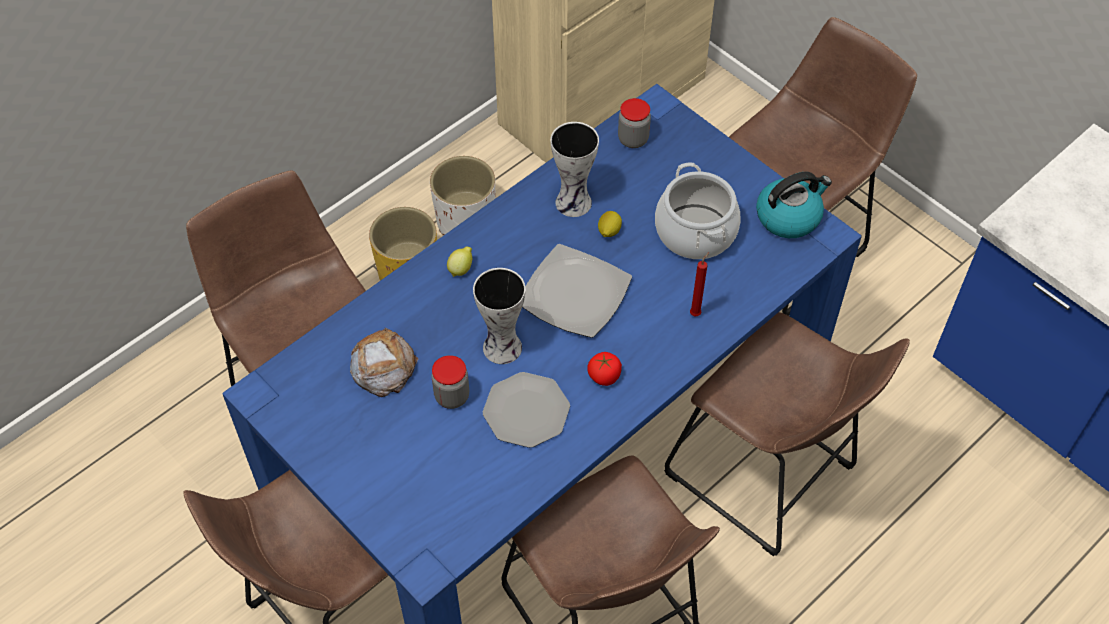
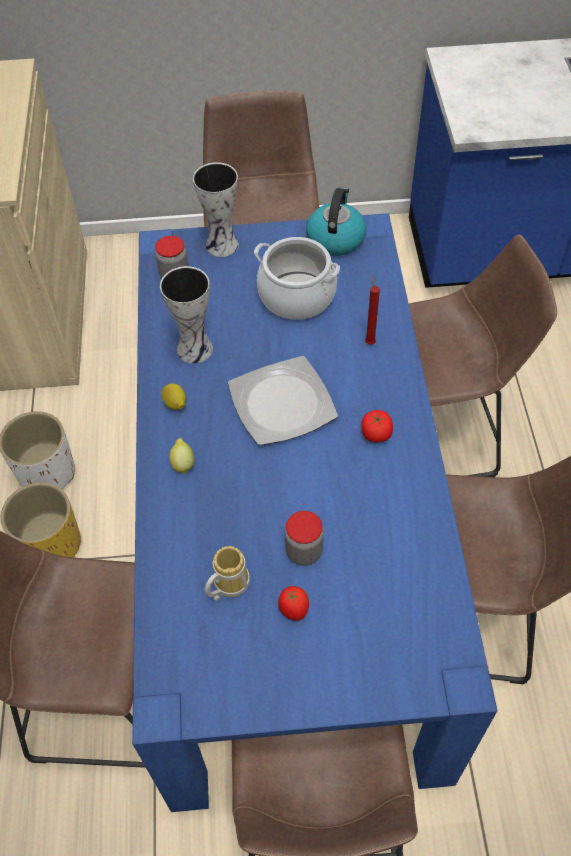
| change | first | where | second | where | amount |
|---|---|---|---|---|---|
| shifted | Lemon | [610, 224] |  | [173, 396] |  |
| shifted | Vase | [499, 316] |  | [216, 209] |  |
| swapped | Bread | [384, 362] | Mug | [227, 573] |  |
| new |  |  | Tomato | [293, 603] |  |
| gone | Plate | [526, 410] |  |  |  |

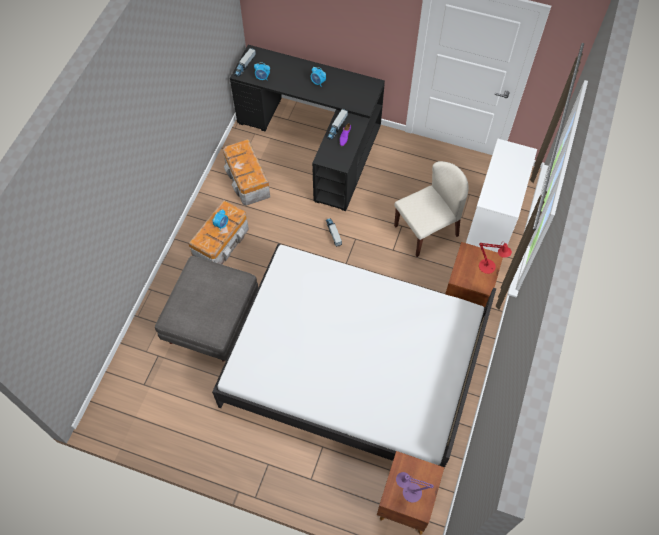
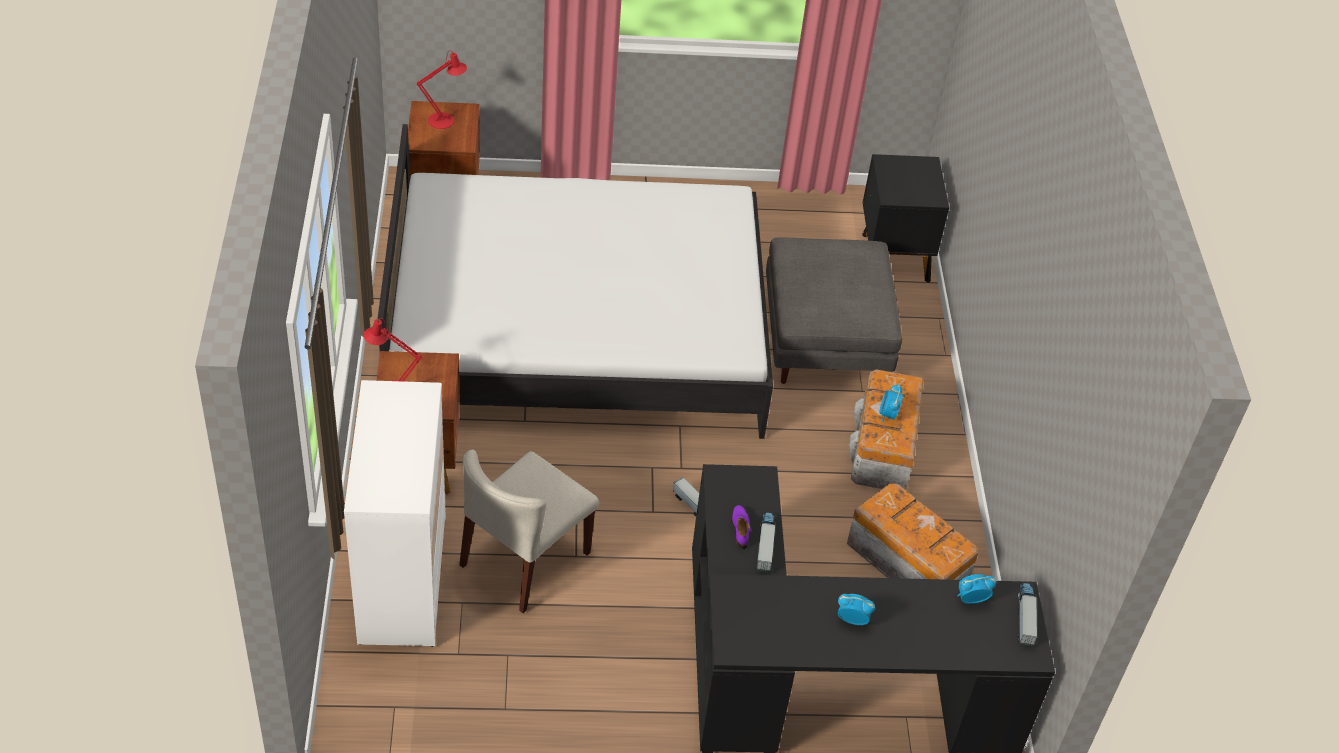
| change | first | where | second | where | amount |
|---|---|---|---|---|---|
| repainted | PurpleTableLamp | [415, 487] | RedTableLamp | [442, 90] |  |
| new |  |  | BlackNightstand | [905, 218] |  |

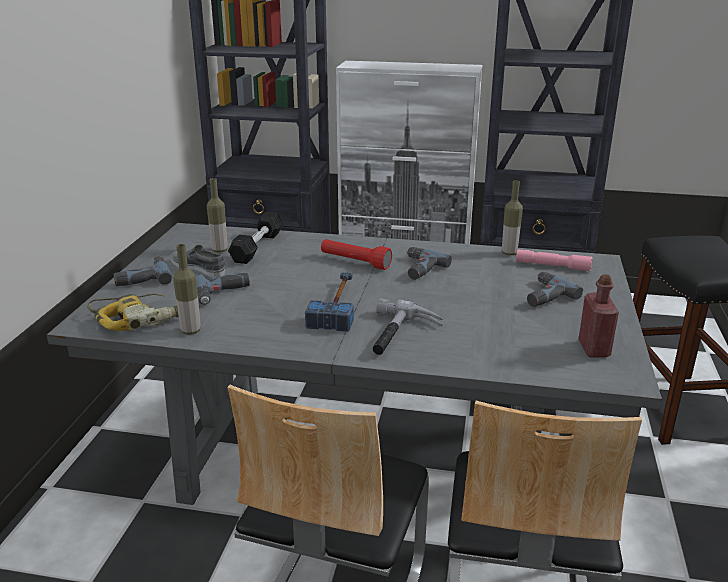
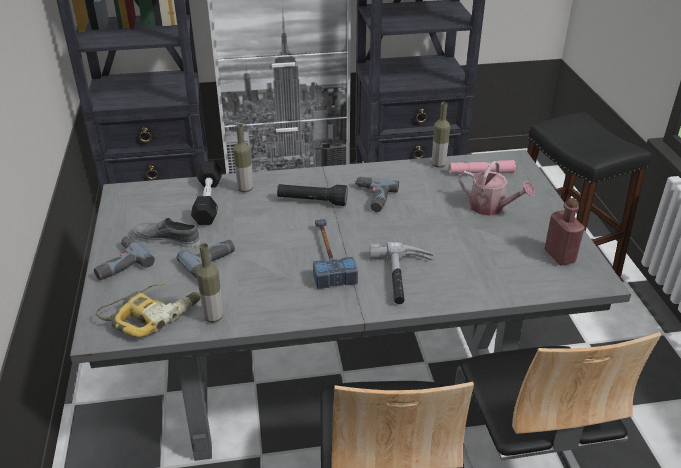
| change | first | where | second | where | amount |
|---|---|---|---|---|---|
| shifted | Bottle | [217, 215] |  | [243, 158] |  |
| repainted | RedFlashlight | [356, 254] | BlackFlashlight | [312, 195] |  |
| swapped | PowerDrill | [555, 289] | WateringCan | [497, 188] |  |

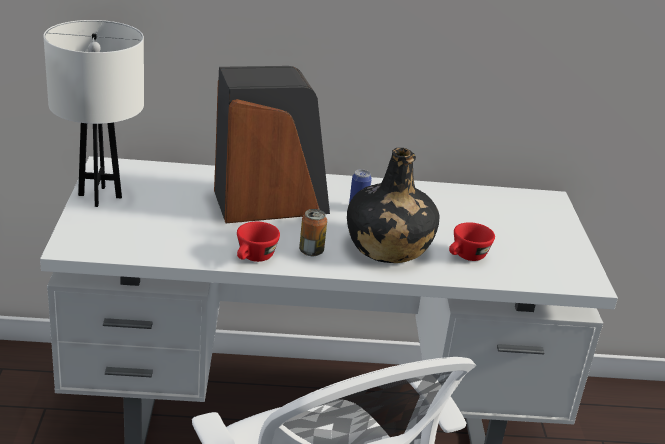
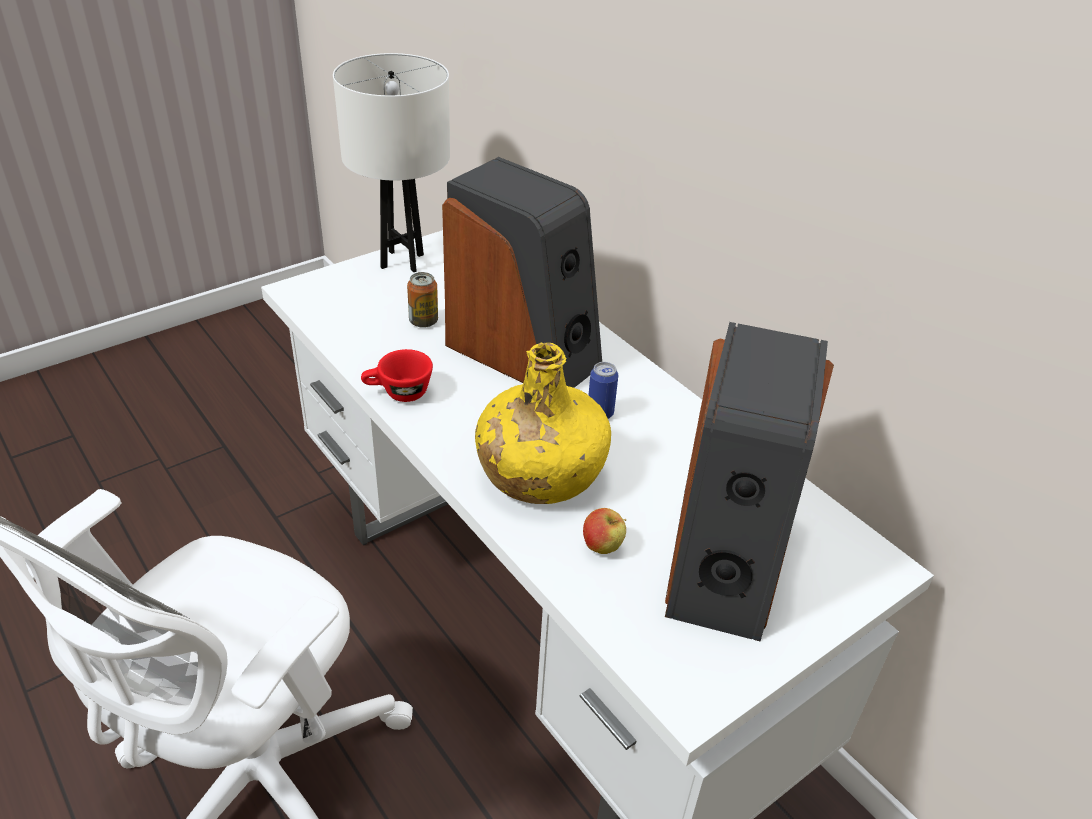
| change | first | where | second | where | amount |
|---|---|---|---|---|---|
| shifted | Can | [313, 232] |  | [422, 300] |  |
| repainted | BlackBottle | [393, 205] | YellowBottle | [543, 423] |  |
| swapped | RedCup | [472, 241] | Apple | [604, 531] |  |
| new |  |  | Speaker | [749, 481] |  |

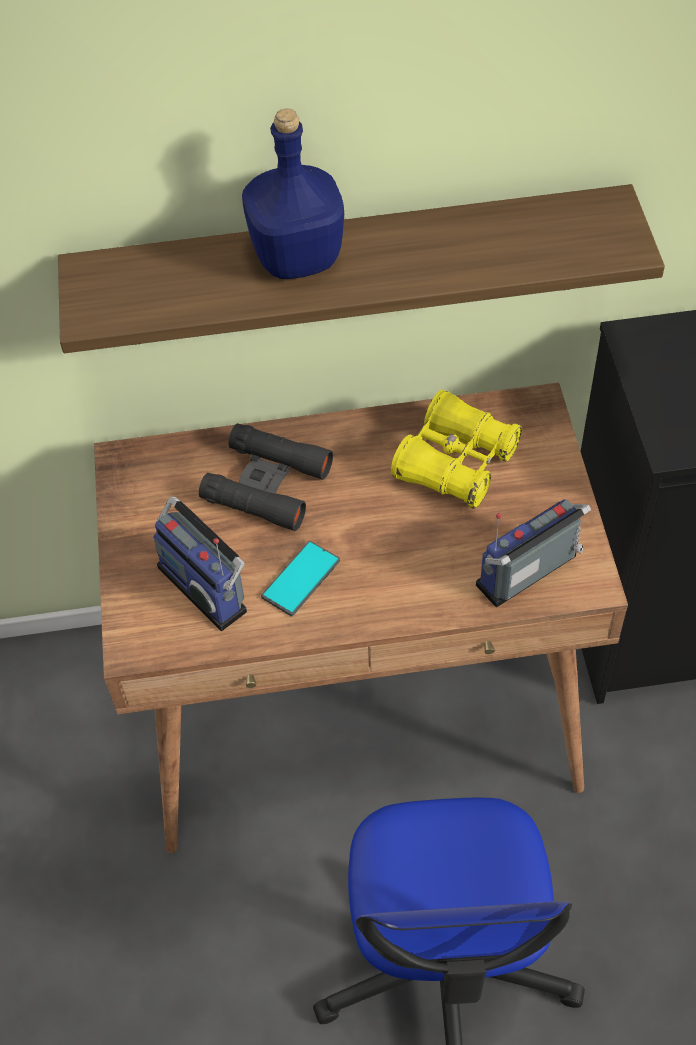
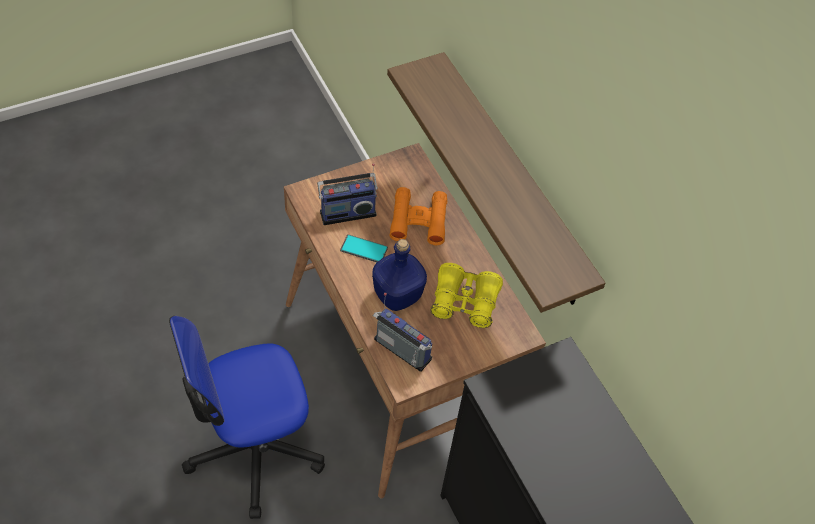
| change | first | where | second | where | amount |
|---|---|---|---|---|---|
| rotated | Radio | [200, 564] |  | [347, 194] | 135 degrees counterclockwise |
| shifted | BlueBottle | [293, 194] |  | [399, 275] |  |
| repainted | BlackBinoculars | [266, 477] | OrangeBinoculars | [418, 216] |  |

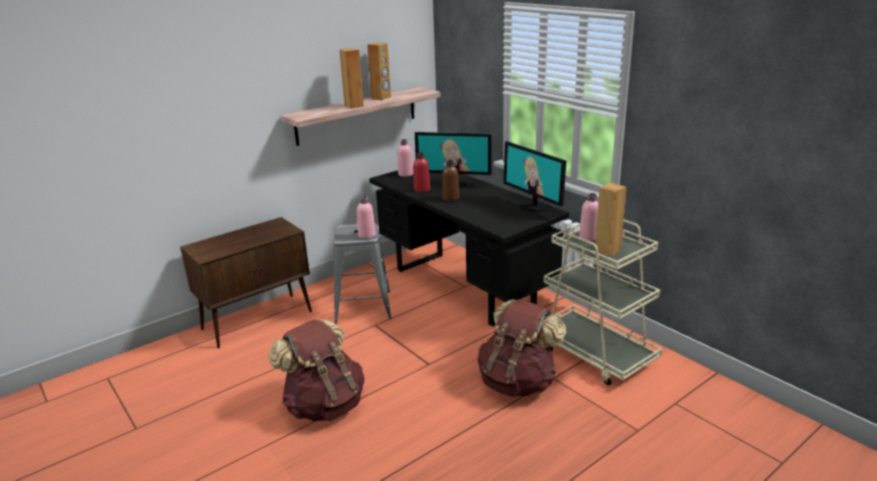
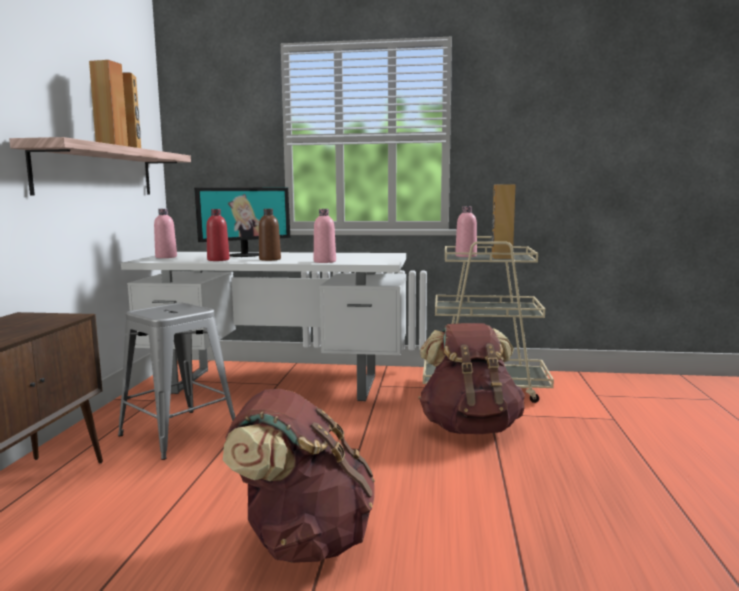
| change | first | where | second | where | amount |
|---|---|---|---|---|---|
| repainted | BlackDesk | [469, 246] | WhiteDesk | [263, 326] |  |
| shifted | PinkBottle | [366, 217] |  | [325, 236] |  |
| gone | Monitor | [535, 176] |  |  |  |

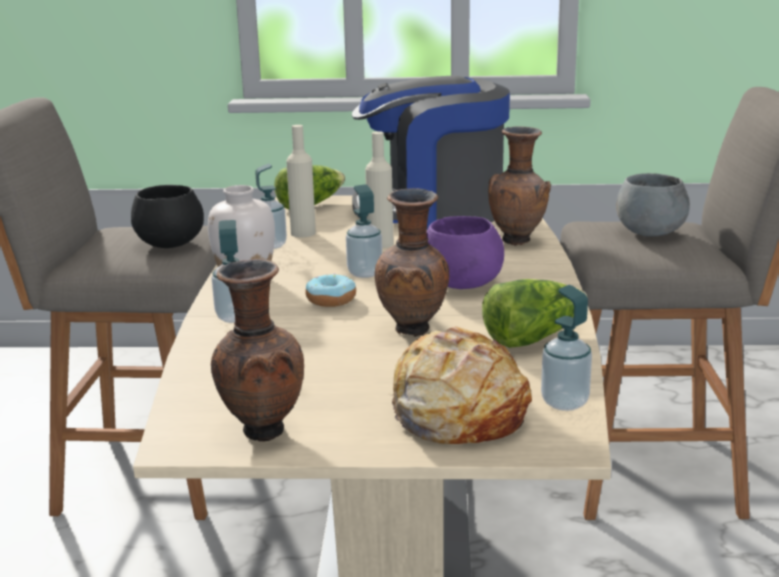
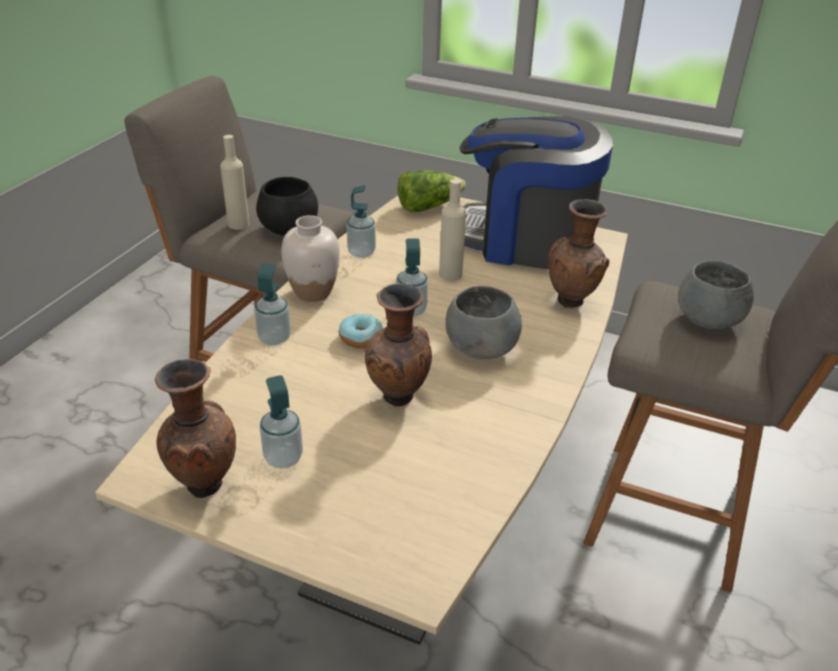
| change | first | where | second | where | amount |
|---|---|---|---|---|---|
| shifted | BeigeBottle | [301, 181] |  | [234, 182] |  |
| shifted | SoapDispenser | [566, 348] |  | [281, 422] |  |
| repainted | PurpleBowl | [465, 252] | GreyBowl | [484, 322] |  |
| gone | Bread | [460, 385] |  |  |  |
| gone | Lettuce | [535, 313] |  |  |  |

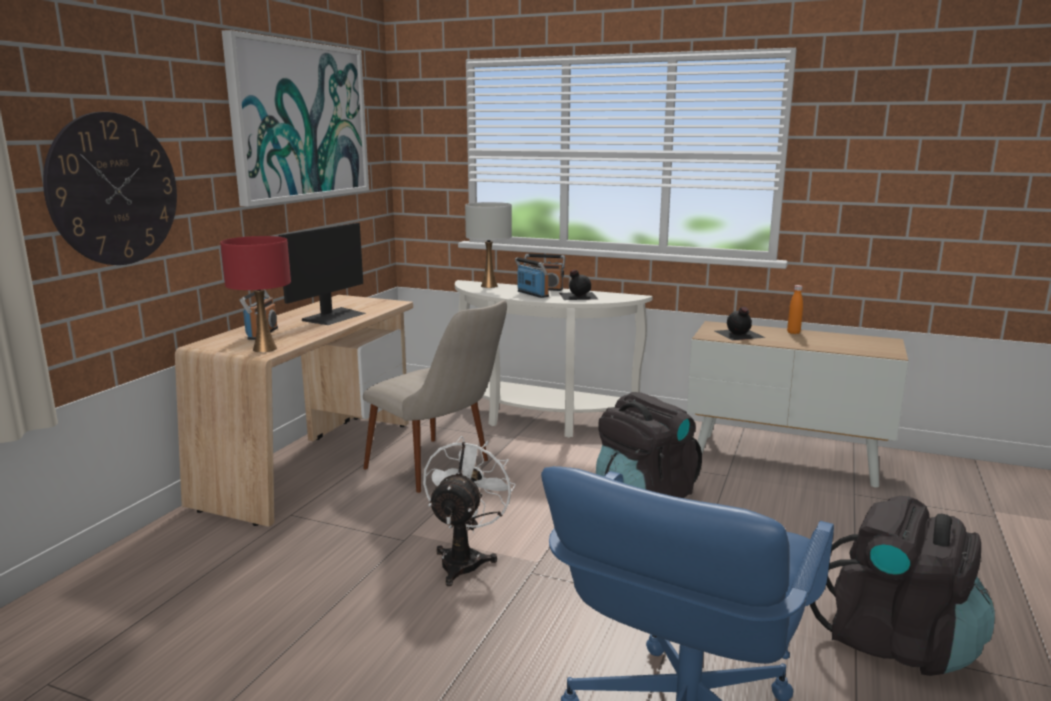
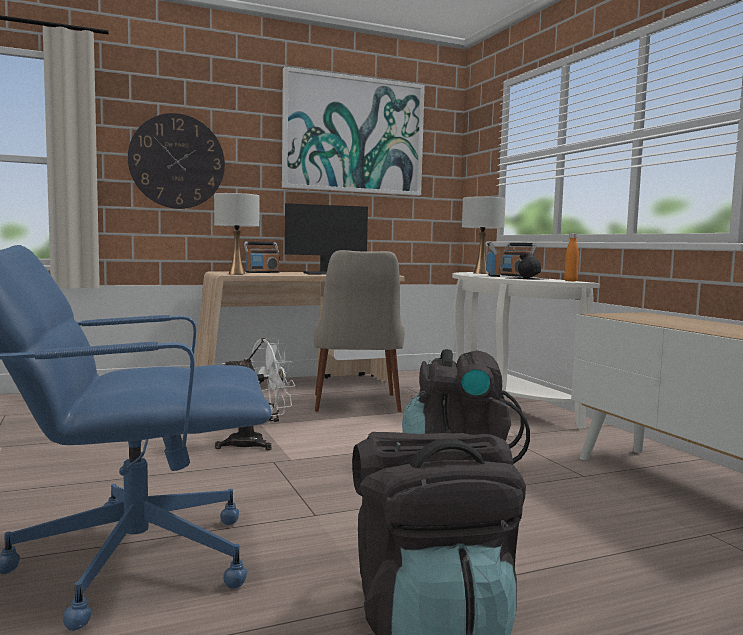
| change | first | where | second | where | amount |
|---|---|---|---|---|---|
| repainted | RedTableLamp | [255, 294] | WhiteTableLamp | [236, 233] |  |
| shifted | OrangeBottle | [795, 309] |  | [571, 257] |  |
| gone | BlackBottle | [740, 323] |  |  |  |

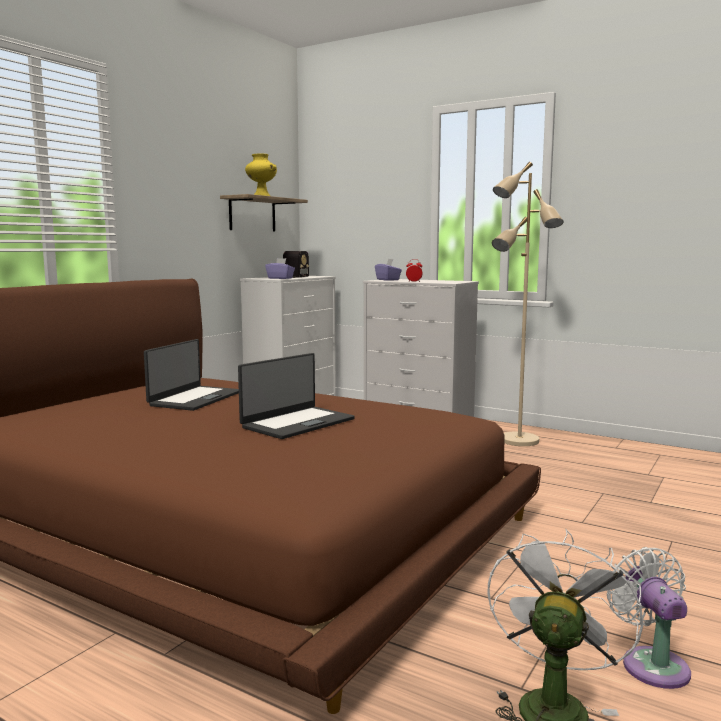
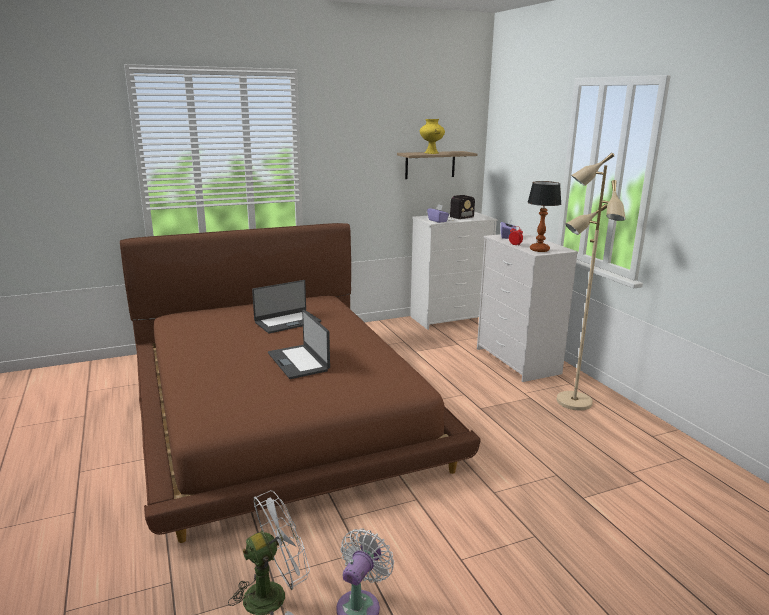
| change | first | where | second | where | amount |
|---|---|---|---|---|---|
| rotated | Laptop | [296, 396] |  | [299, 344] | 75 degrees clockwise |
| new |  |  | TableLamp | [544, 216] |  |

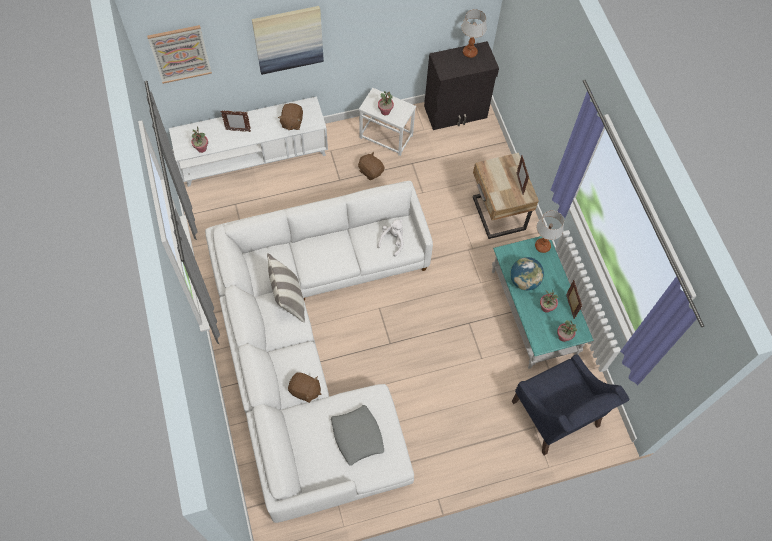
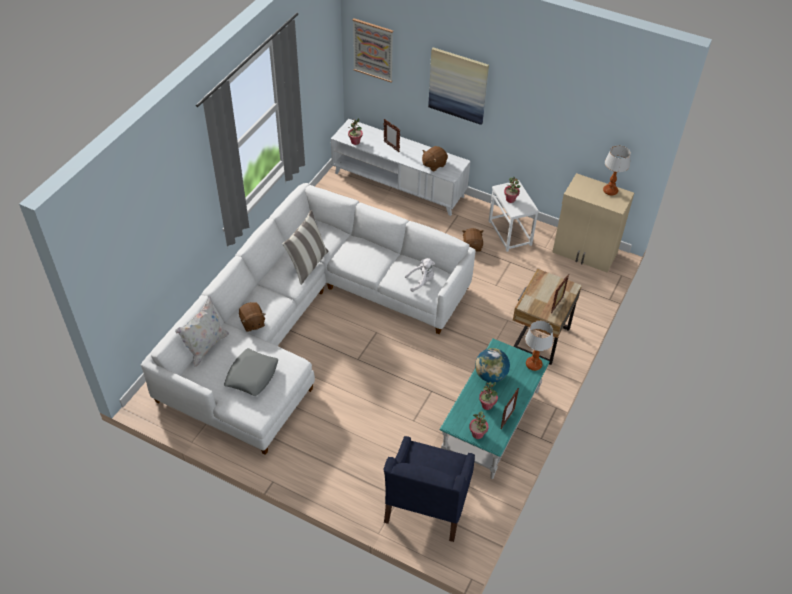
| change | first | where | second | where | amount |
|---|---|---|---|---|---|
| new |  |  | WhitePillow | [202, 332] |  |
| repainted | BlackCabinet | [461, 85] | BeigeCabinet | [593, 223] |  |

